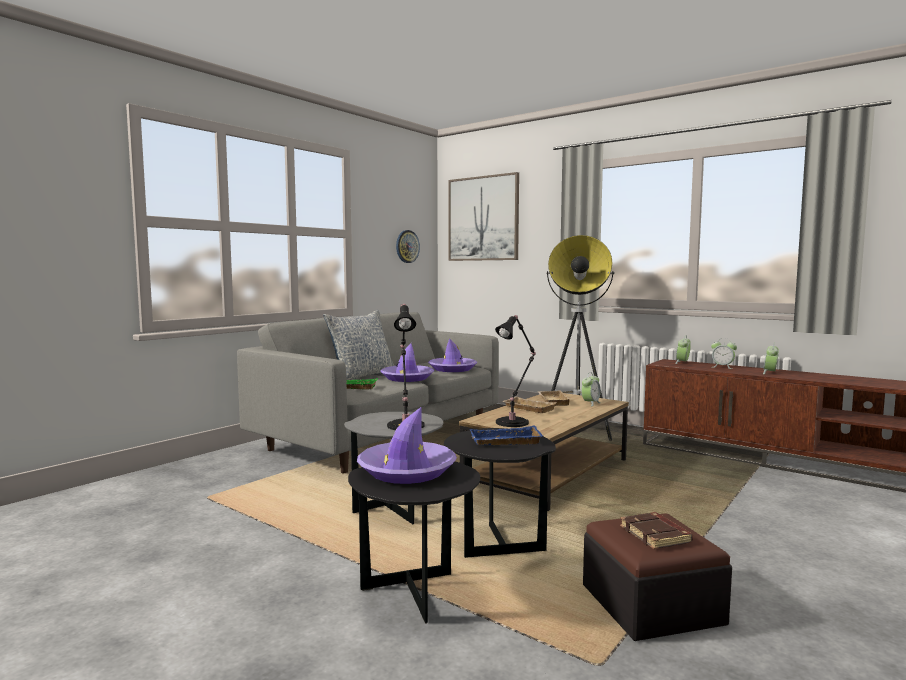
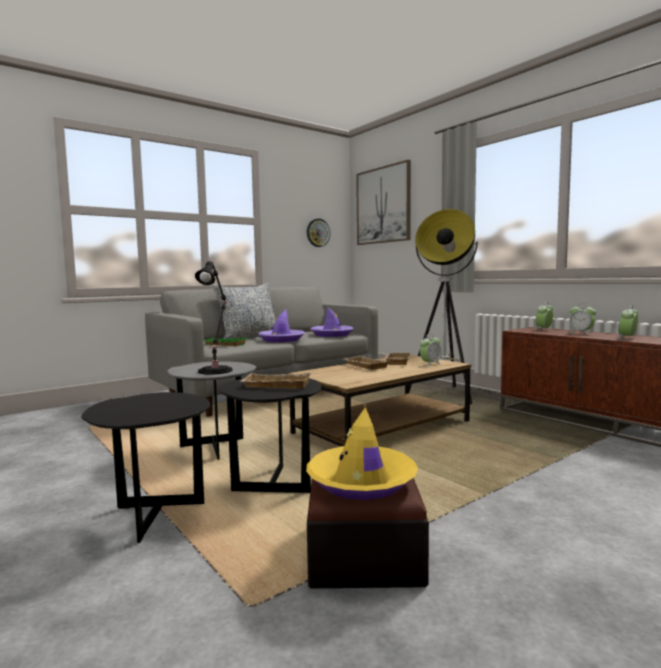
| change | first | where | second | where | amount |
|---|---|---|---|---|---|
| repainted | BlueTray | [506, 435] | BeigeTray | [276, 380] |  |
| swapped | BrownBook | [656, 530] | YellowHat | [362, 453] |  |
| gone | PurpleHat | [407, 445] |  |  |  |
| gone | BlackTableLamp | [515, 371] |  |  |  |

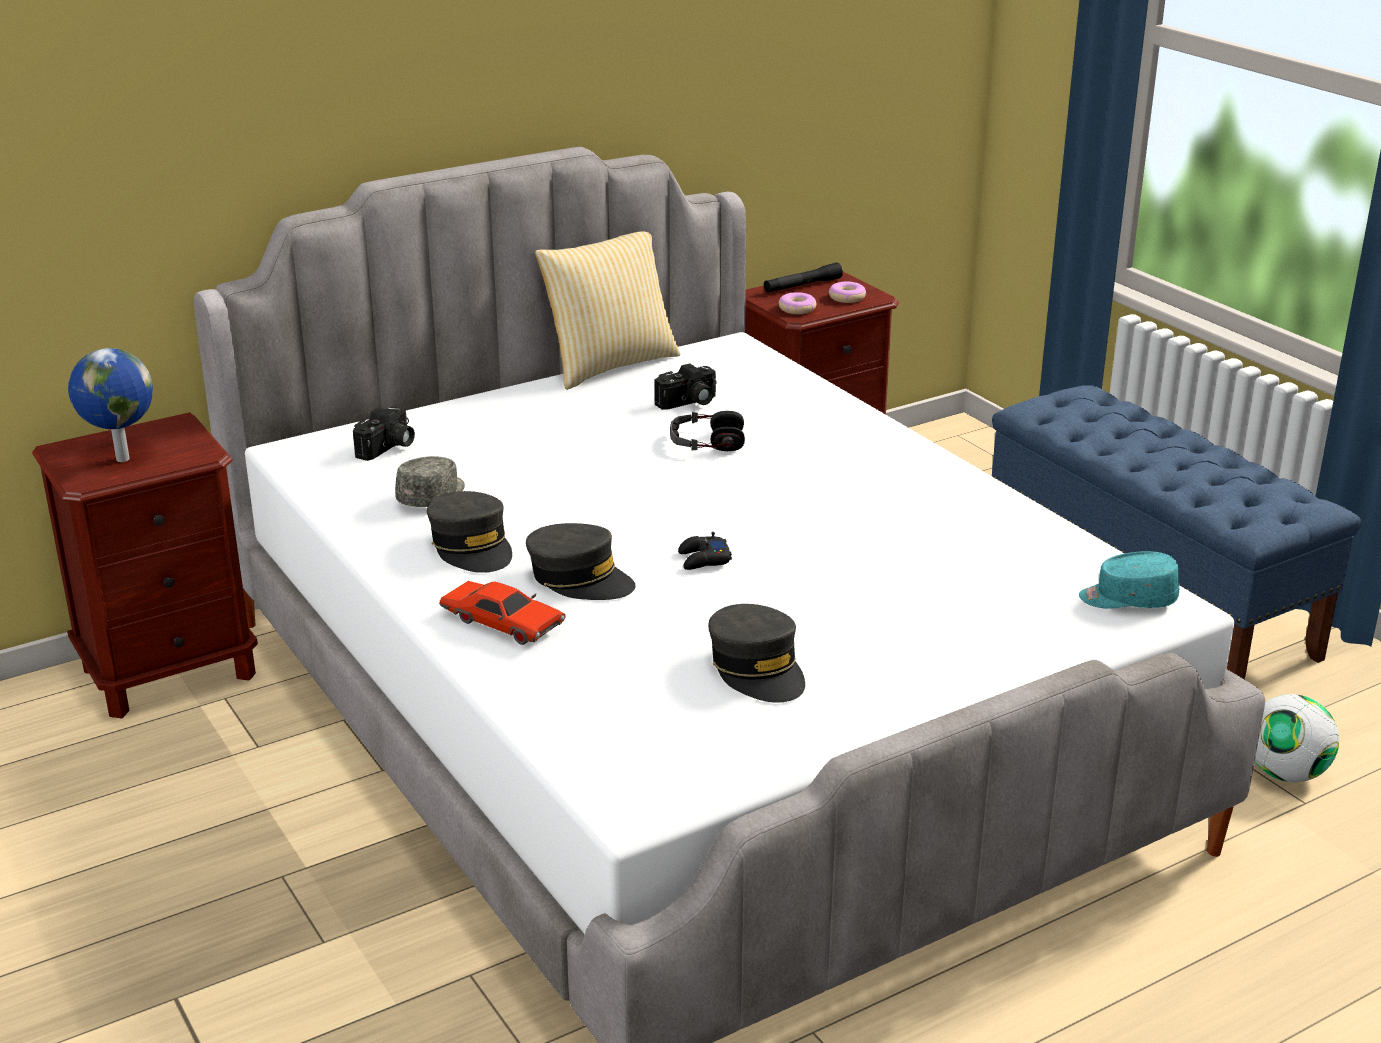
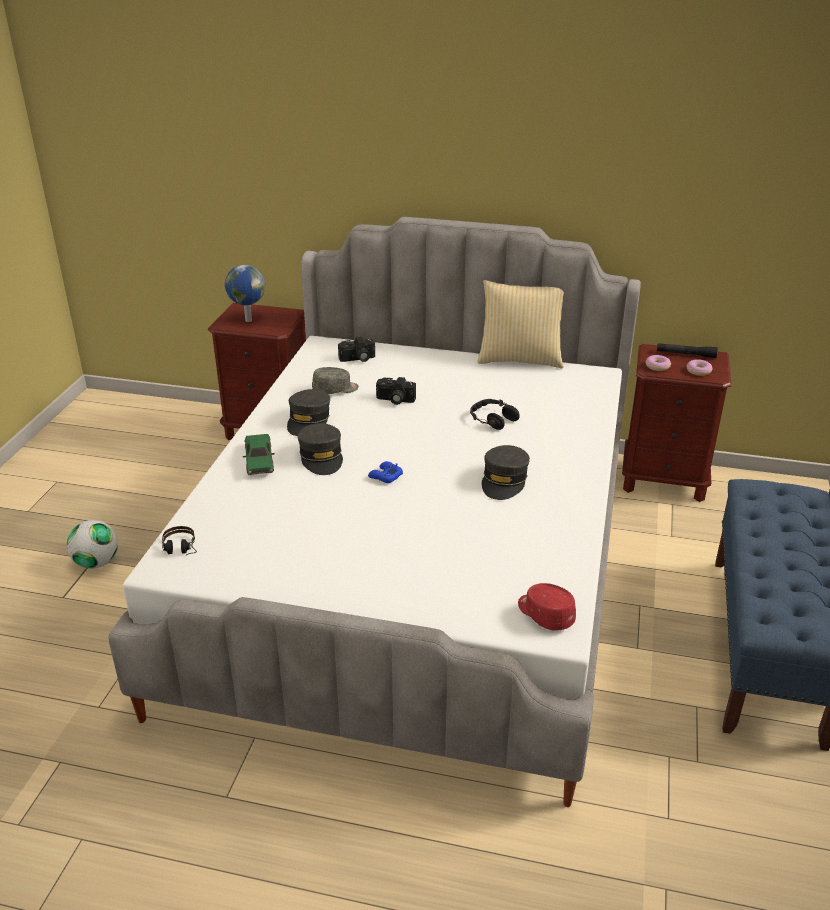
| change | first | where | second | where | amount |
|---|---|---|---|---|---|
| shifted | Football | [1297, 738] |  | [92, 544] |  |
| new |  |  | Headphones | [179, 540] |  |
| repainted | RedToyCar | [502, 613] | GreenToyCar | [259, 454] |  |
| repainted | BlackGameController | [705, 551] | BlueGameController | [385, 472] |  |
| shifted | PhotoCamera | [685, 386] |  | [396, 391] |  |
| shifted | GreyCap | [756, 653] |  | [506, 472] |  |
| repainted | TurquoiseCap | [1129, 580] | RedCap | [547, 607] |  |

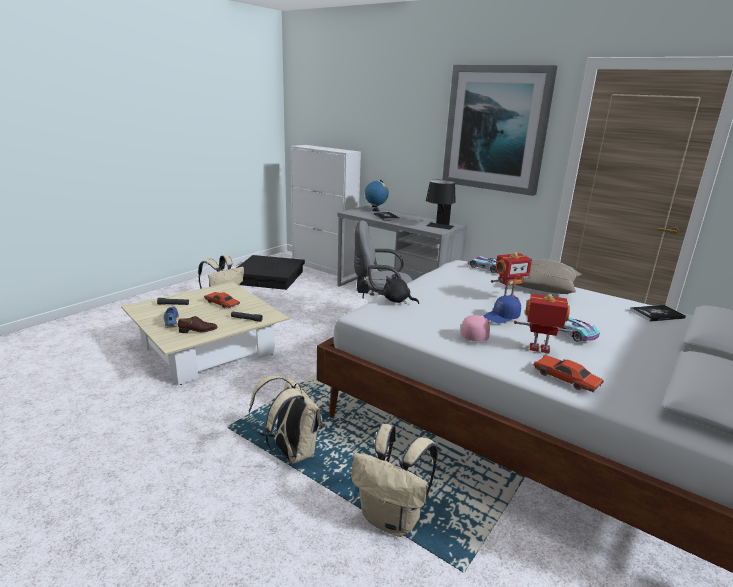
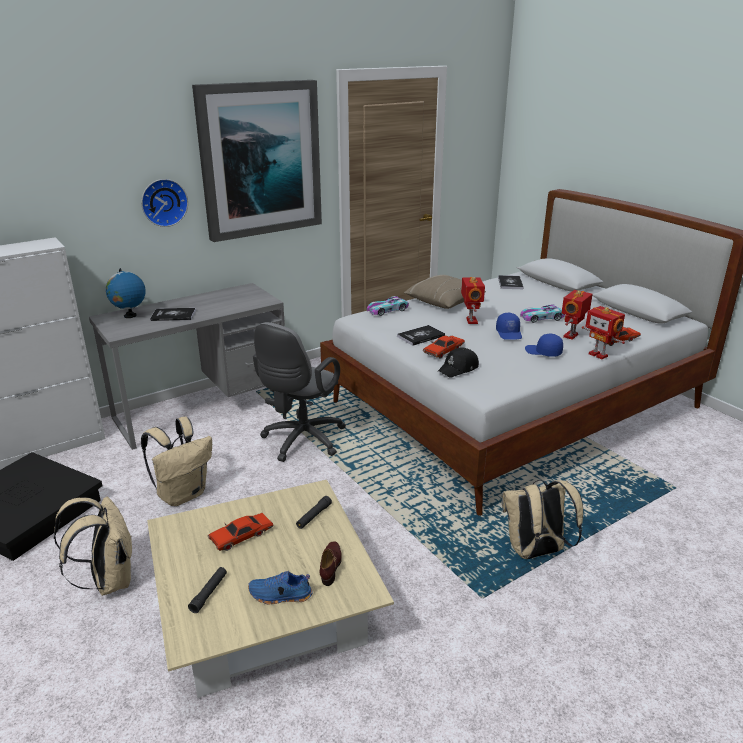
| change | first | where | second | where | amount |
|---|---|---|---|---|---|
| new |  |  | WallClock | [164, 203] |  |
| shifted | BeigeBackpack | [394, 480] |  | [176, 461] |  |
| new |  |  | Book | [421, 335] |  |
| new |  |  | RedToyCar | [444, 347] |  |
| swapped | BlackPlushToy | [401, 289] | BlackCap | [458, 362] |  |
| repainted | PinkCap | [475, 328] | BlueCap | [544, 345] |  |
| new |  |  | ToyRobot | [603, 332] |  |
| gone | BlackTableLamp | [441, 204] |  |  |  |

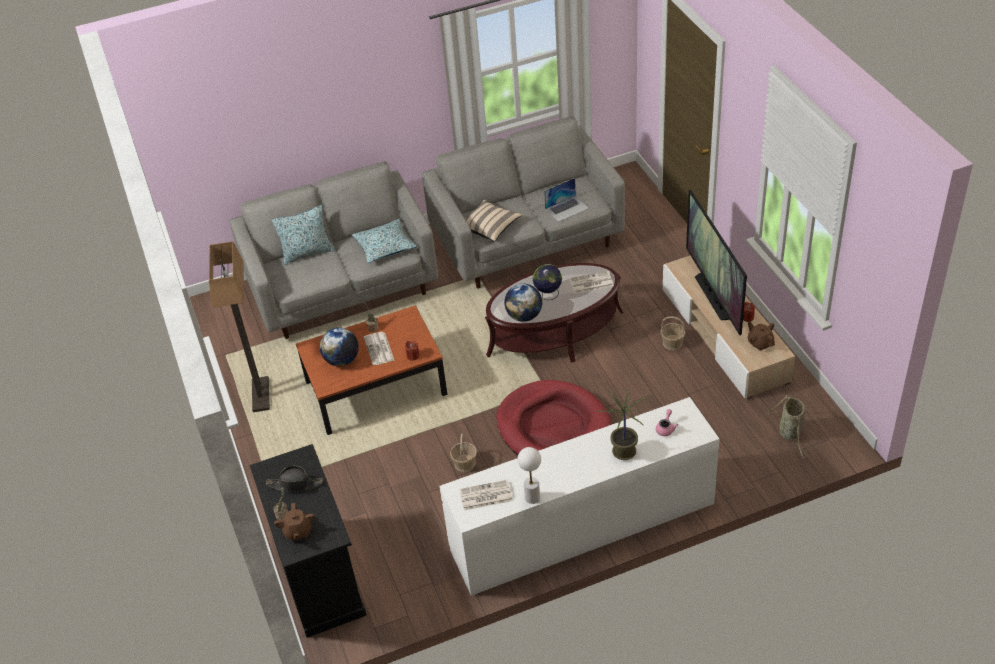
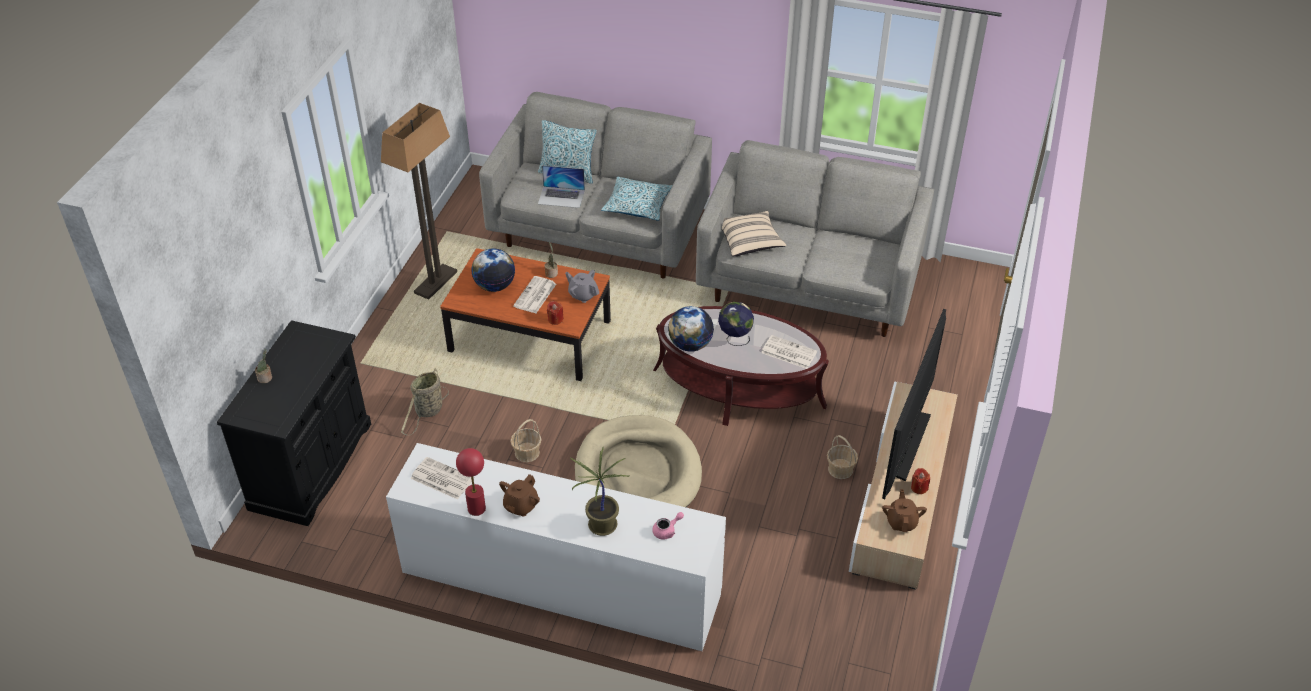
| change | first | where | second | where | amount |
|---|---|---|---|---|---|
| shifted | Basket | [787, 426] |  | [425, 401] |  |
| repainted | WhiteTableLamp | [529, 475] | RedTableLamp | [471, 482] |  |
| shifted | BrownTeapot | [294, 521] |  | [519, 495] |  |
| shifted | Laptop | [566, 200] |  | [561, 186] |  |
| new |  |  | GreyTeapot | [582, 286] |  |
| repainted | RedDogBed | [553, 417] | BeigeDogBed | [638, 461] |  |
| gone | BlackHat | [294, 479] |  |  |  |

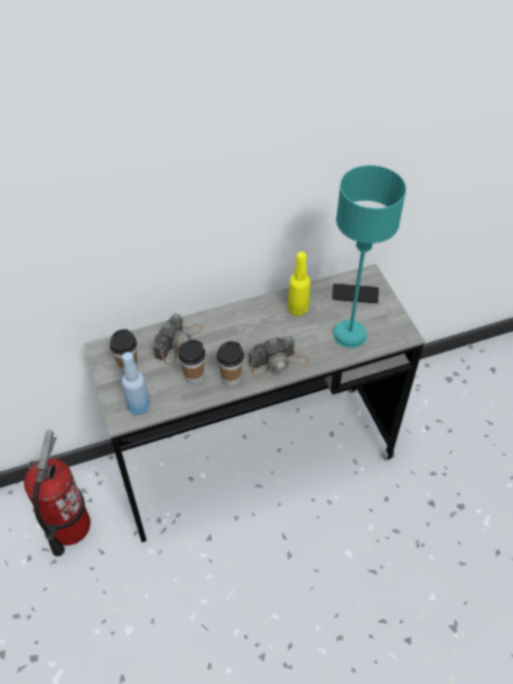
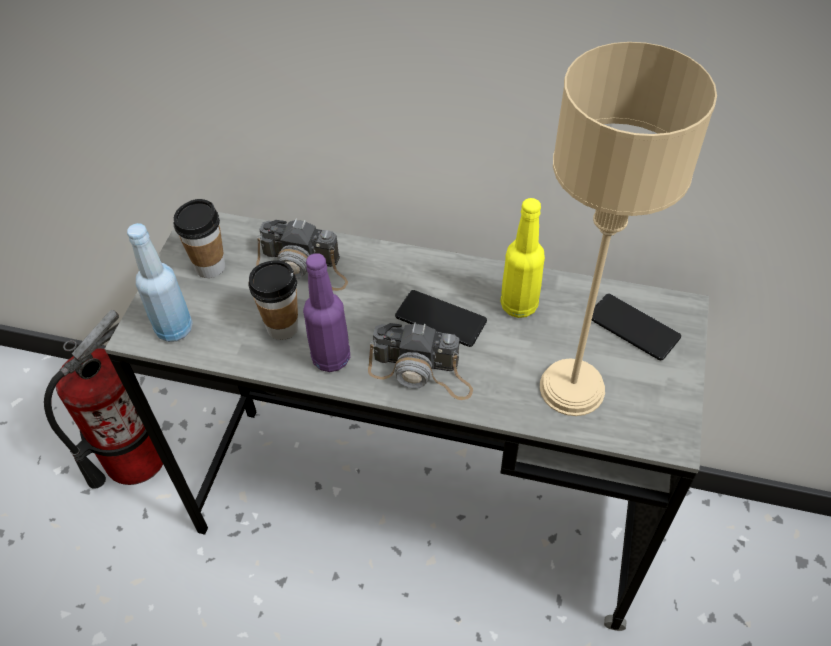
| change | first | where | second | where | amount |
|---|---|---|---|---|---|
| rotated | PhotoCamera | [177, 339] |  | [302, 255] | 45 degrees clockwise |
| swapped | Cup | [230, 363] | PurpleBottle | [326, 312] |  |
| new |  |  | Phone | [441, 318] |  |
| repainted | TurquoiseTableLamp | [369, 256] | BeigeTableLamp | [628, 229] |  |

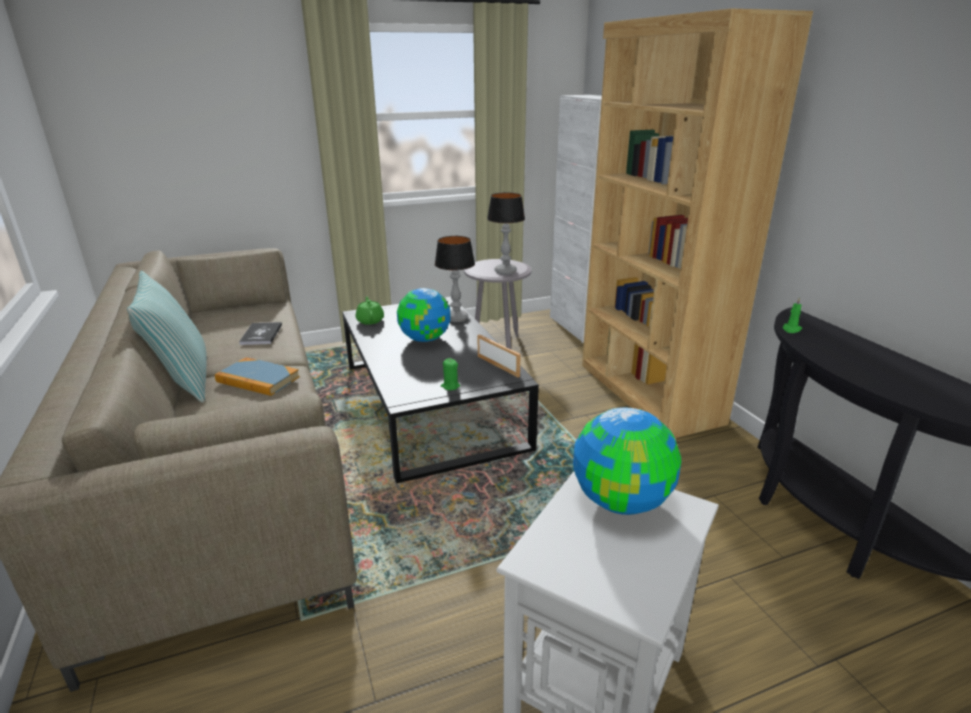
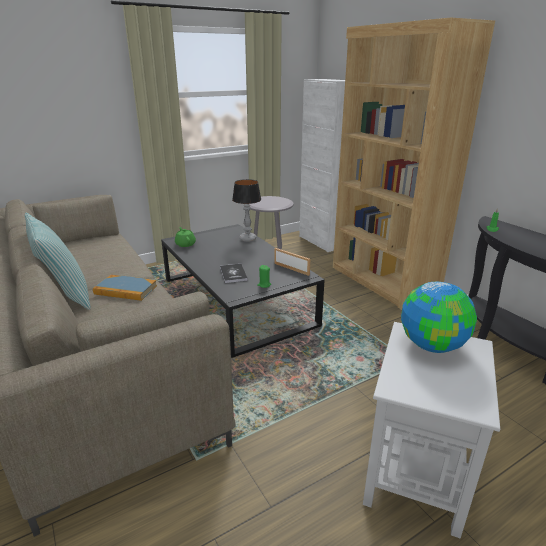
| change | first | where | second | where | amount |
|---|---|---|---|---|---|
| shifted | Book | [260, 333] |  | [234, 273] |  |
| gone | Globe | [424, 315] |  |  |  |
| gone | TableLamp | [506, 233] |  |  |  |

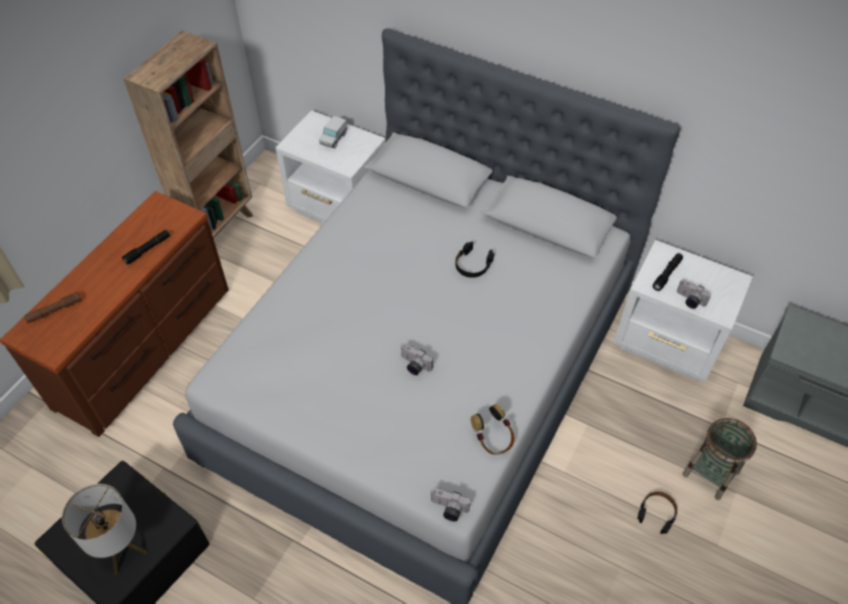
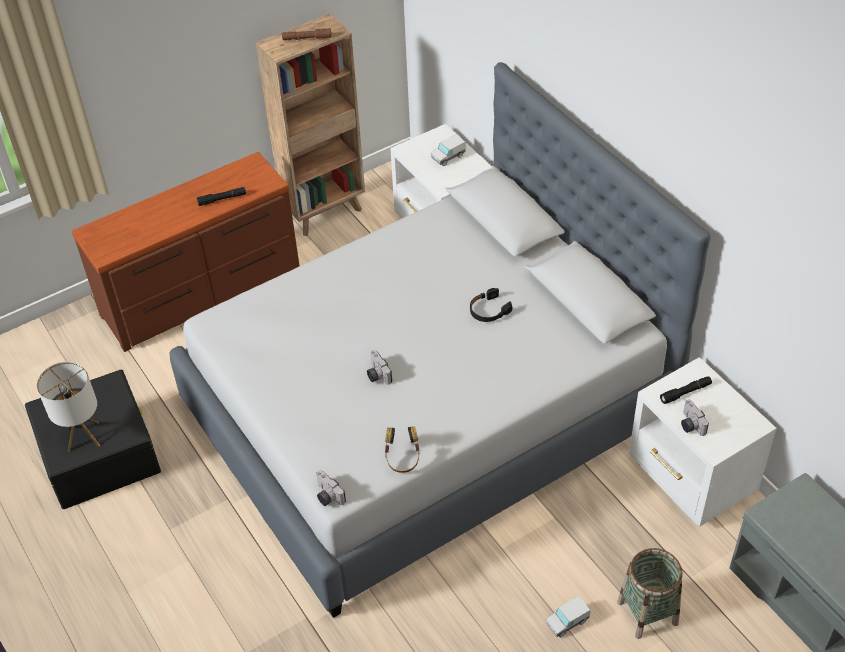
| change | first | where | second | where | amount |
|---|---|---|---|---|---|
| shifted | BrownFlashlight | [53, 307] |  | [307, 34] |  |
| swapped | BlackHeadphones | [657, 513] | ToyTruck | [568, 616] |  |

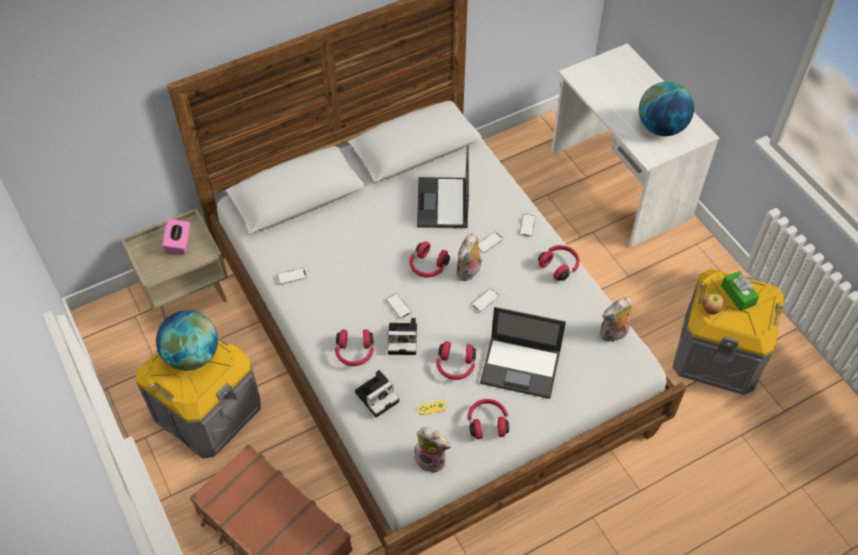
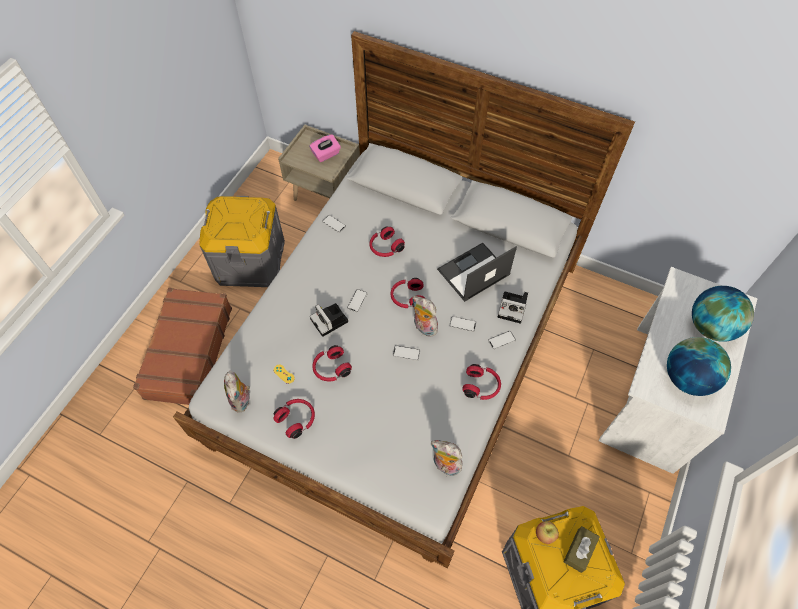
| change | first | where | second | where | amount |
|---|---|---|---|---|---|
| shifted | RedHeadphones | [354, 347] |  | [387, 242] |  |
| rotated | PlushToy | [469, 257] |  | [425, 316] | 45 degrees clockwise |
| shifted | PhotoCamera | [377, 394] |  | [513, 307] |  |
| repainted | GreenTissueBox | [740, 291] | BrownTissueBox | [581, 549] |  |
| shifted | Globe | [187, 340] |  | [723, 314] |  |
| gone | Laptop | [523, 353] |  |  |  |

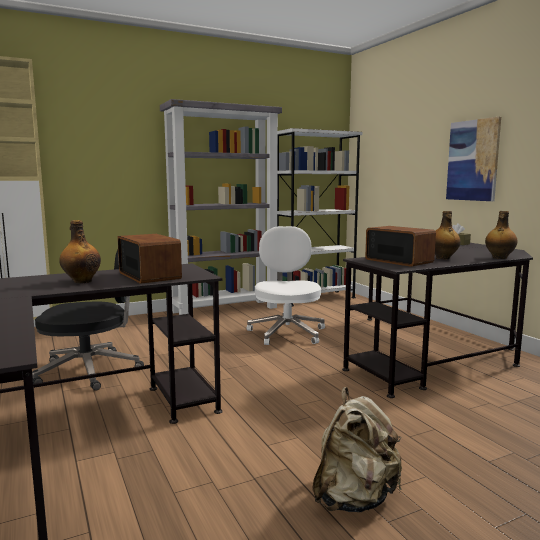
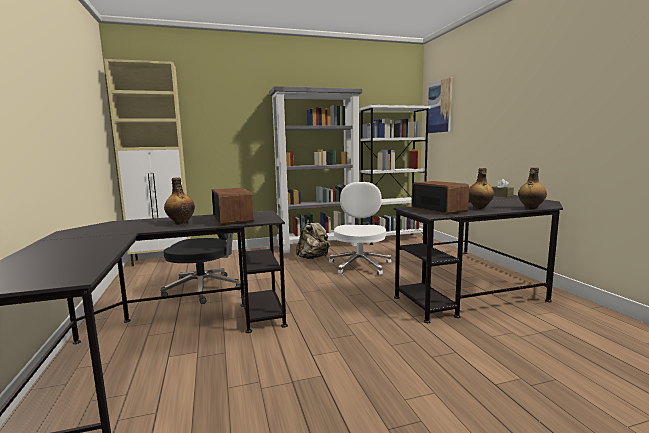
| change | first | where | second | where | amount |
|---|---|---|---|---|---|
| shifted | BeigeBackpack | [357, 449] |  | [313, 238] |  |
| shifted | Picture | [473, 159] |  | [440, 105] |  |

